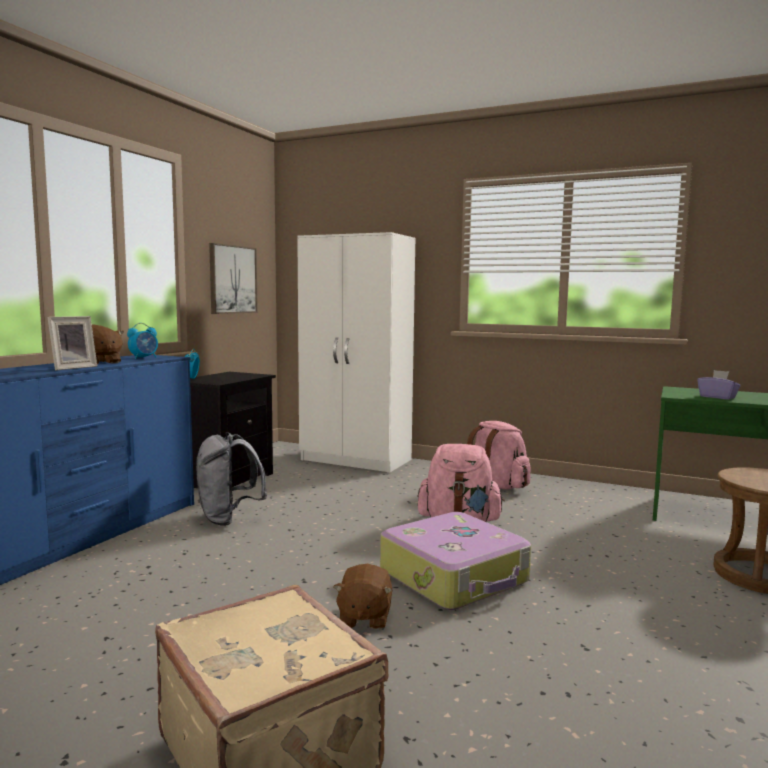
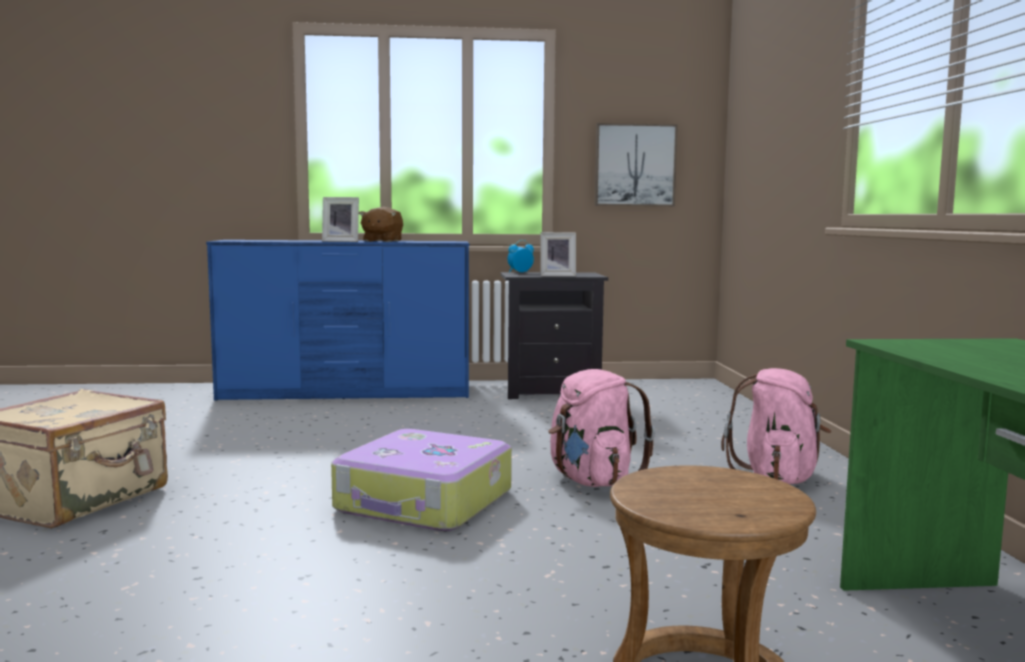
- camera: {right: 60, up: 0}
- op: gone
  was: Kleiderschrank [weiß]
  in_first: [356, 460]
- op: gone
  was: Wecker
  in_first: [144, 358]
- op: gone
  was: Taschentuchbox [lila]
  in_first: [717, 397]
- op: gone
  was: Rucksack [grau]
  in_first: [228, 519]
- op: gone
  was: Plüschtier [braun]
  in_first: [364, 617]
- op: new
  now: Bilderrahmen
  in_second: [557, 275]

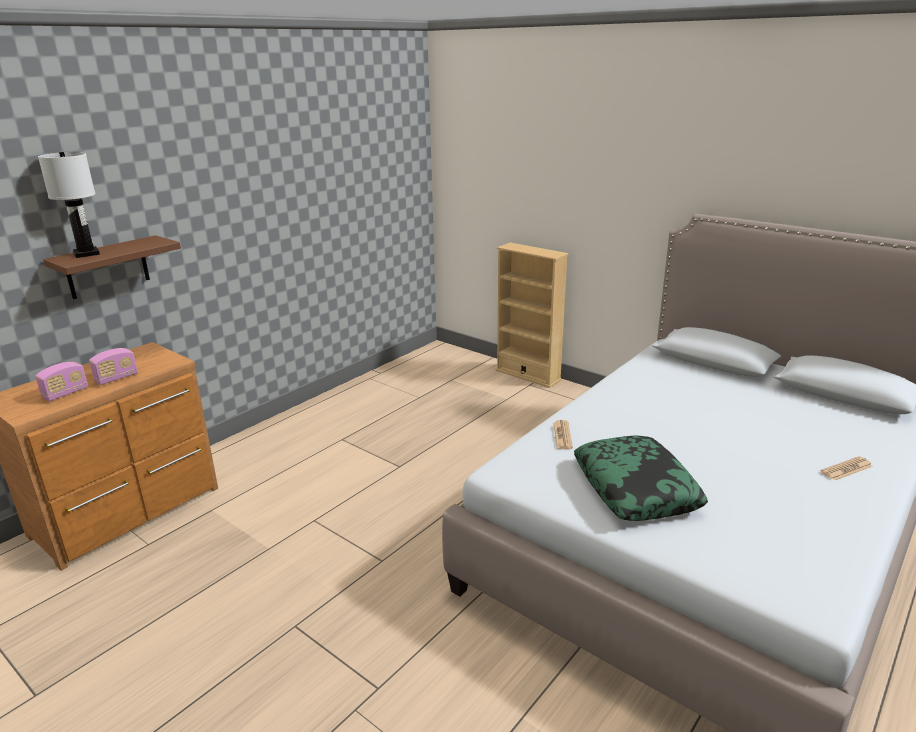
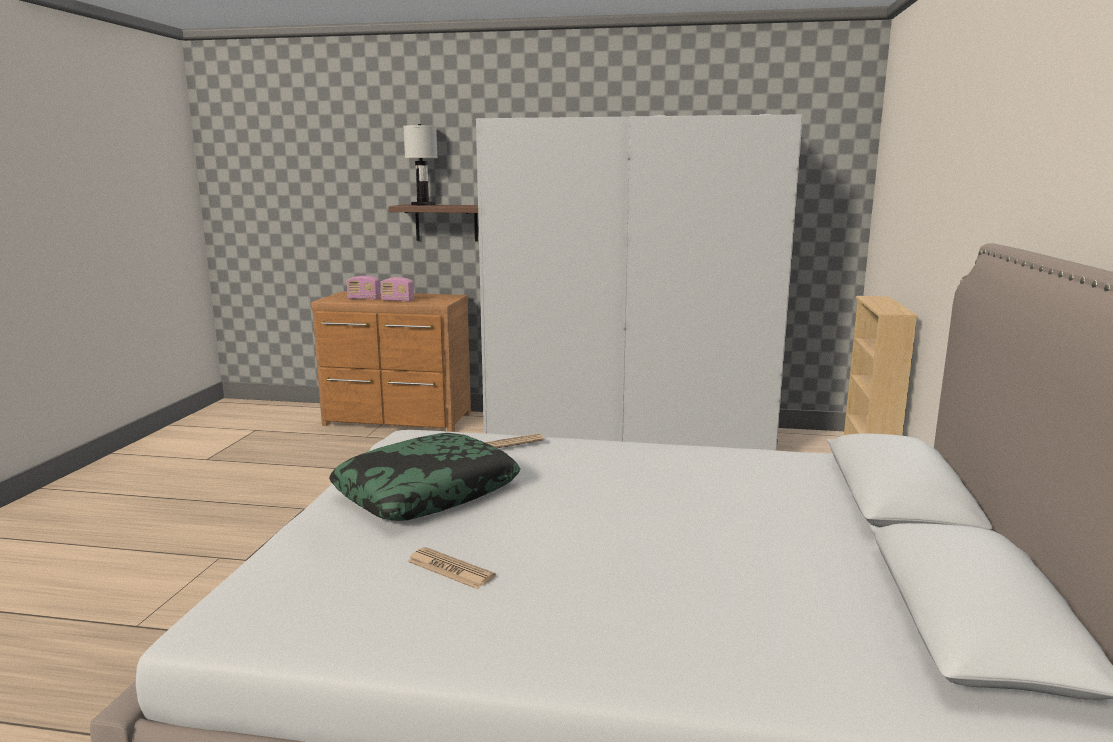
- camera: {right: 60, up: -10}
- op: shifted
  was: Zeitung
  in_first: [846, 469]
  in_second: [450, 569]
- op: new
  now: Kleiderschrank [weiß]
  in_second: [629, 437]

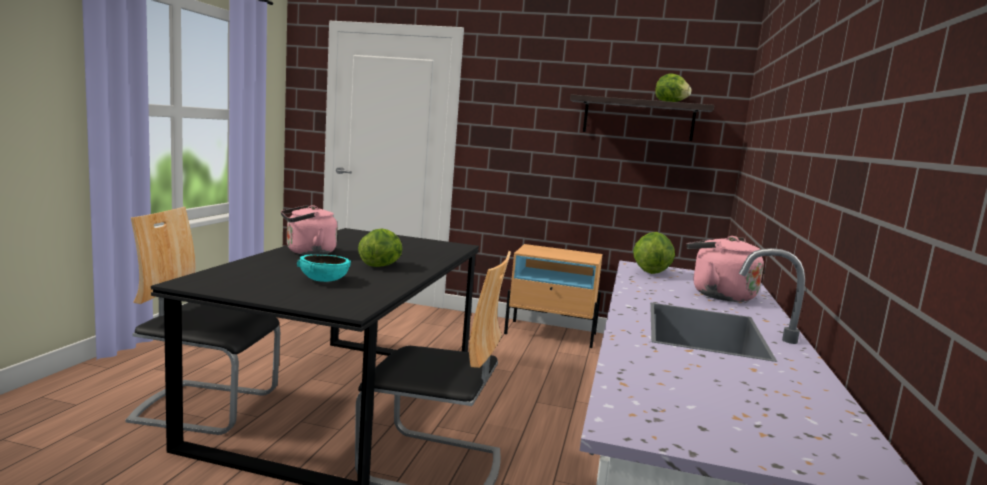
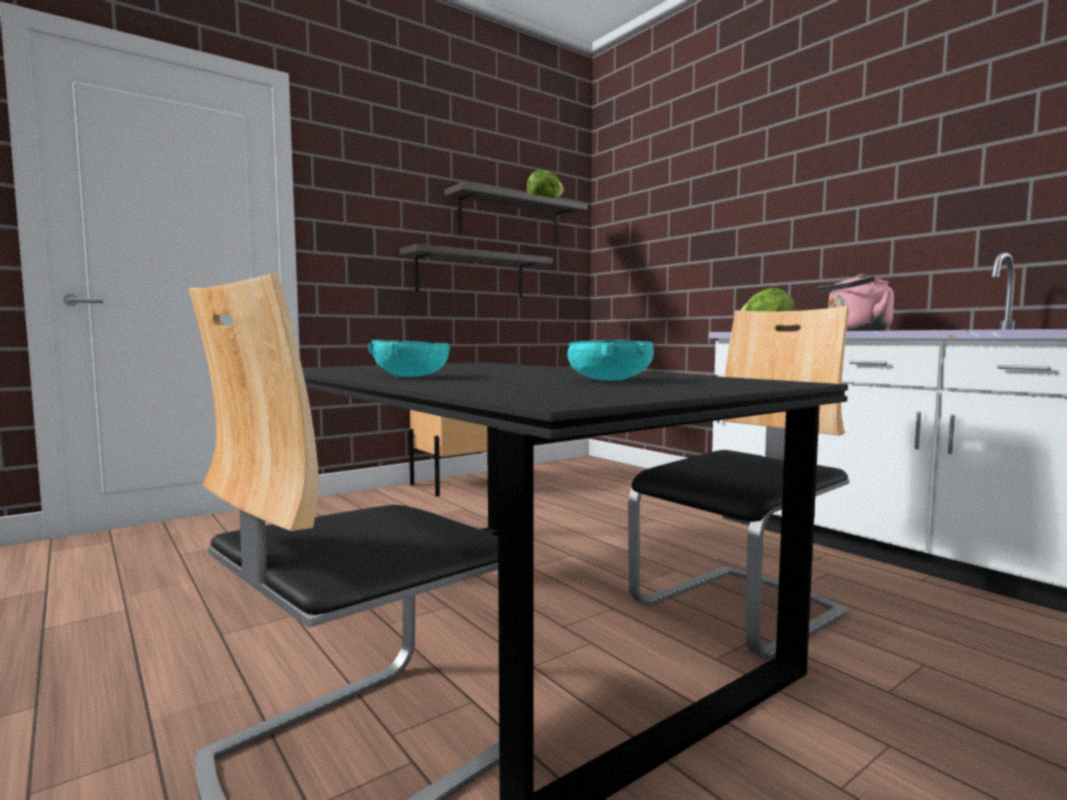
- camera: {right: -50, up: -5}
- op: swapped
  was: Wasserkessel [rosa]
  now: Schüssel [türkis]
  in_first: [308, 252]
  in_second: [410, 376]
- op: gone
  was: Salatkopf
  in_first: [381, 266]
- op: new
  now: Wandregal
  in_second: [471, 275]

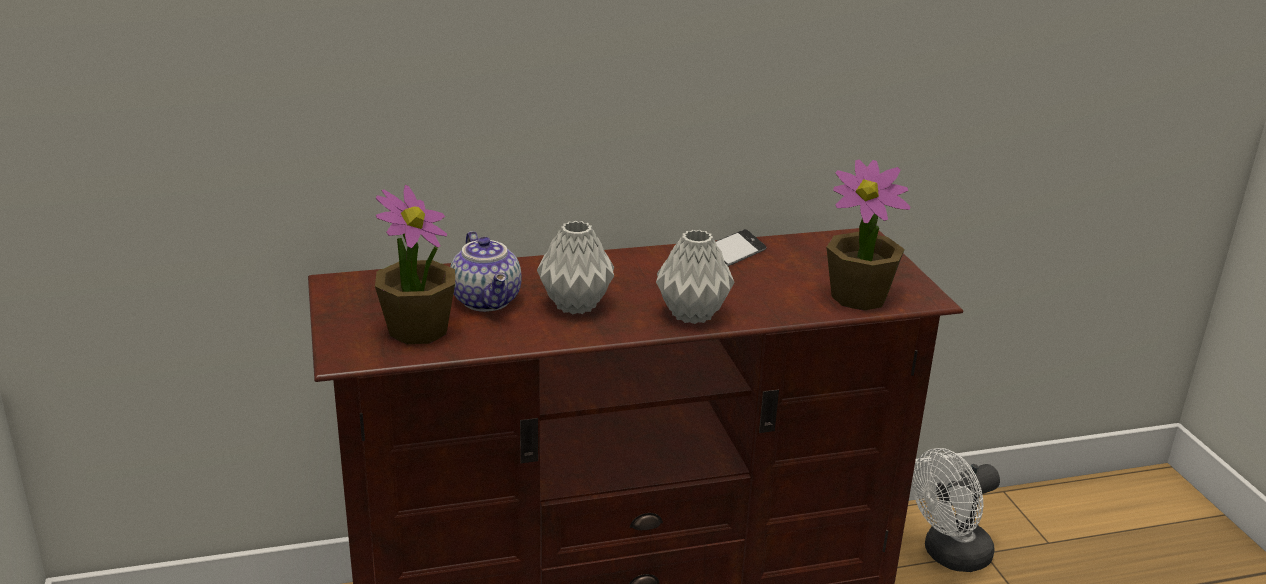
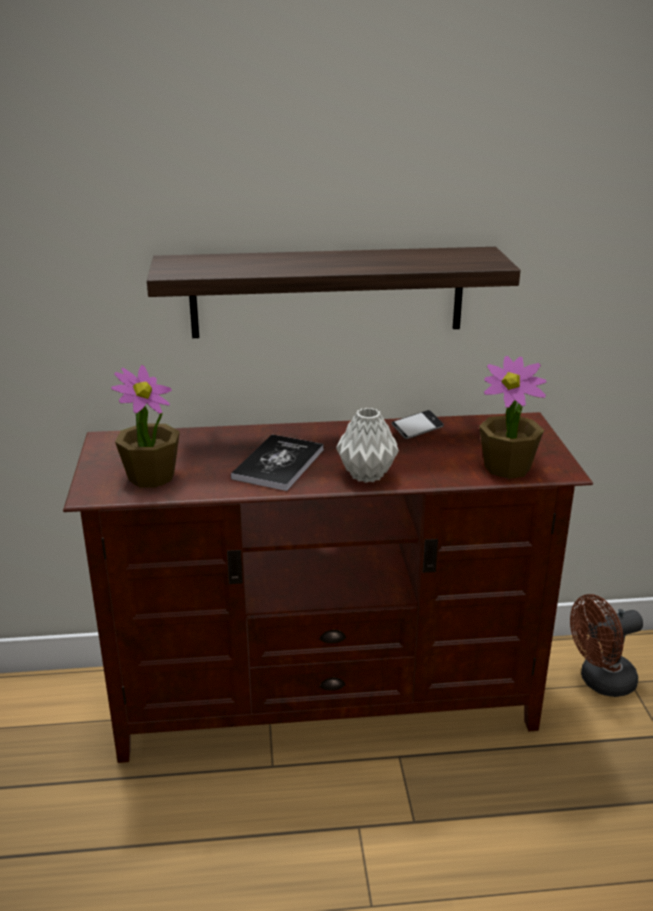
- camera: {right: 10, up: 0}
- op: swapped
  was: Vase [grau]
  now: Buch
  in_first: [577, 306]
  in_second: [278, 464]
- op: gone
  was: Teekanne
  in_first: [488, 301]
- op: repainted
  was: Ventilator [weiß]
  now: Ventilator [braun]
  in_first: [949, 555]
  in_second: [600, 682]
- op: new
  now: Wandregal
  in_second: [327, 292]

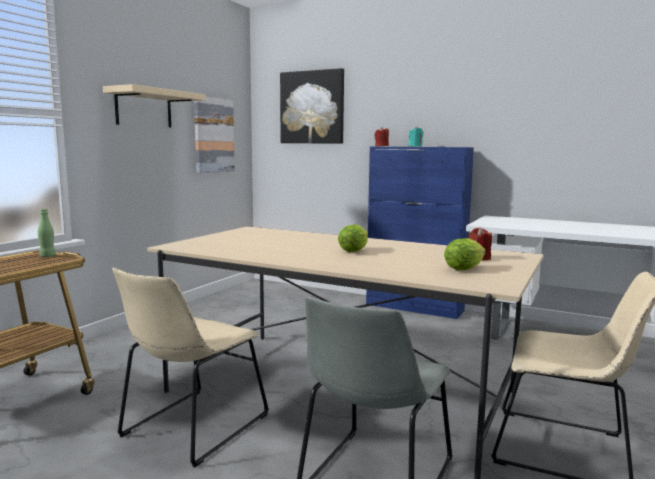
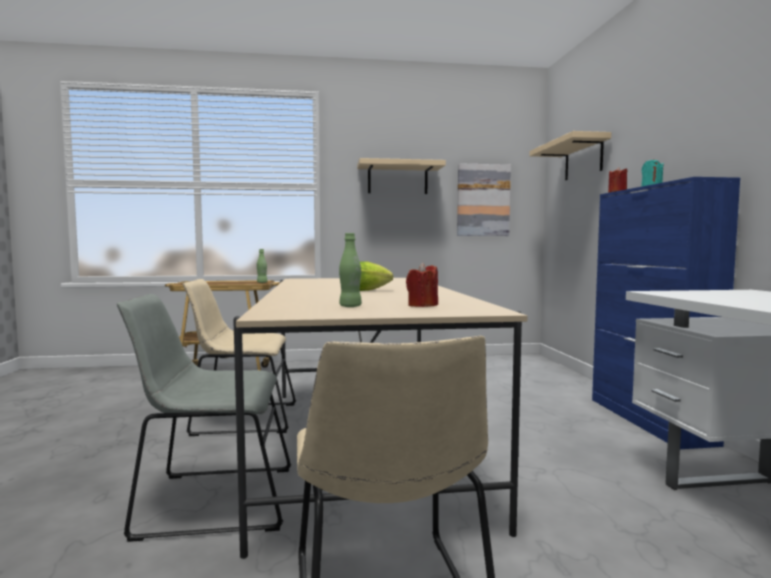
- camera: {right: 55, up: -5}
- op: swapped
  was: Bild
  now: Wandregal [beige]
  in_first: [312, 107]
  in_second: [583, 159]
- op: swapped
  was: Salatkopf
  now: Flasche [grün]
  in_first: [466, 268]
  in_second: [350, 306]

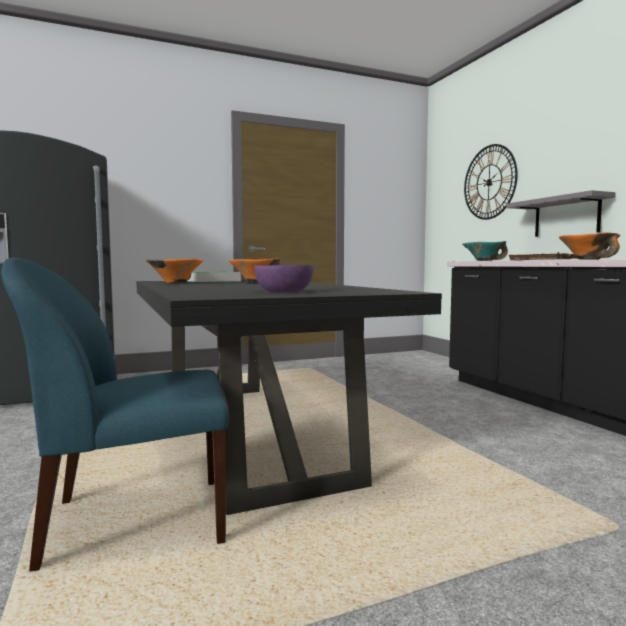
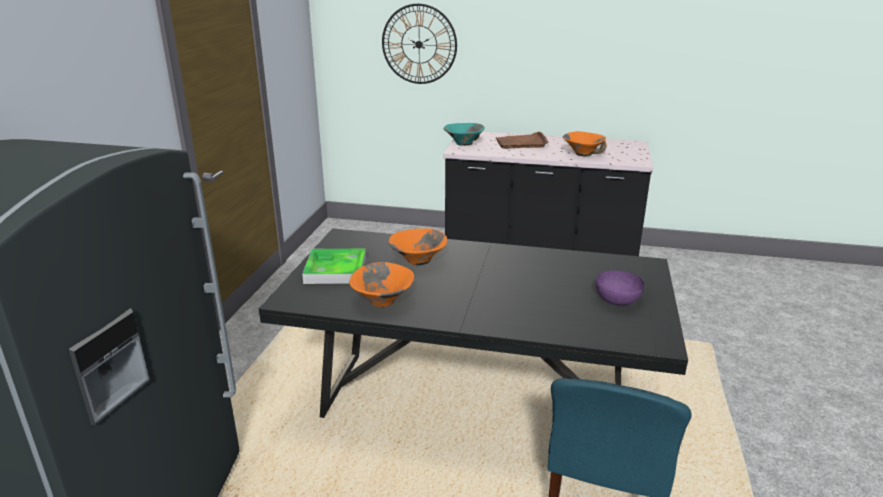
- camera: {right: -55, up: 20}
- op: gone
  was: Wandregal [grau]
  in_first: [566, 216]

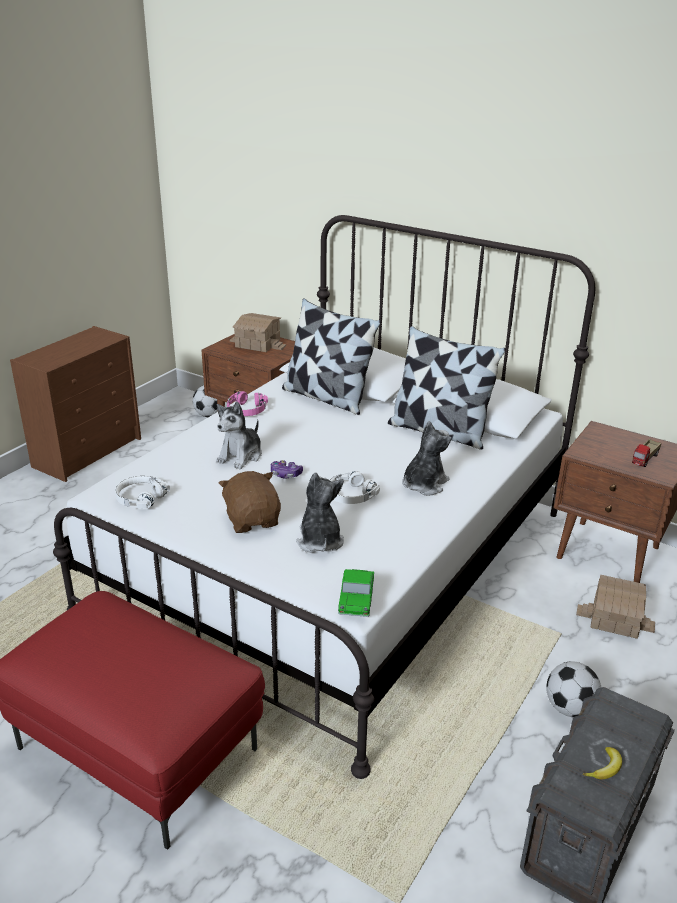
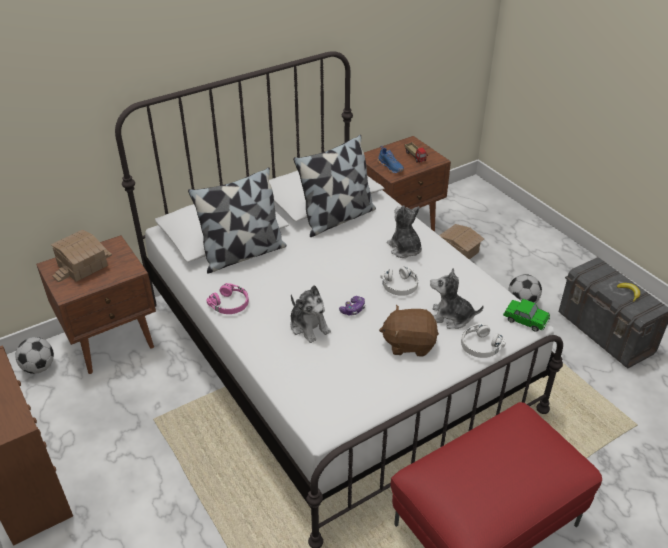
- camera: {right: -65, up: 10}
- op: shifted
  was: Kopfhörer [weiß]
  in_first: [140, 498]
  in_second: [480, 346]
- op: new
  now: Schuh [blau]
  in_second: [391, 167]

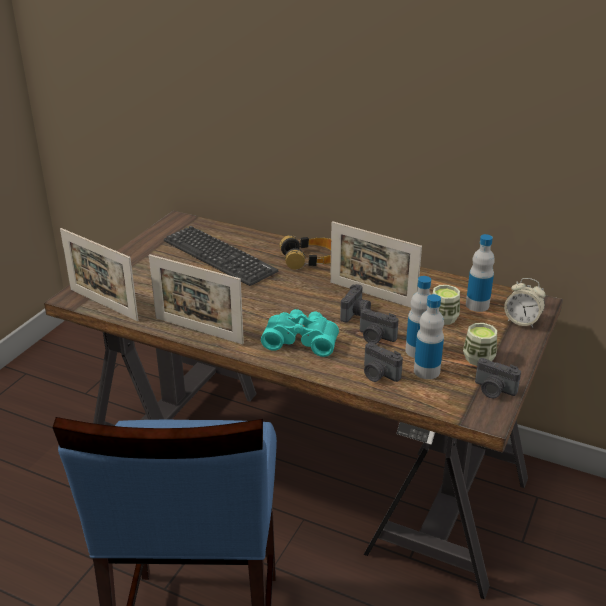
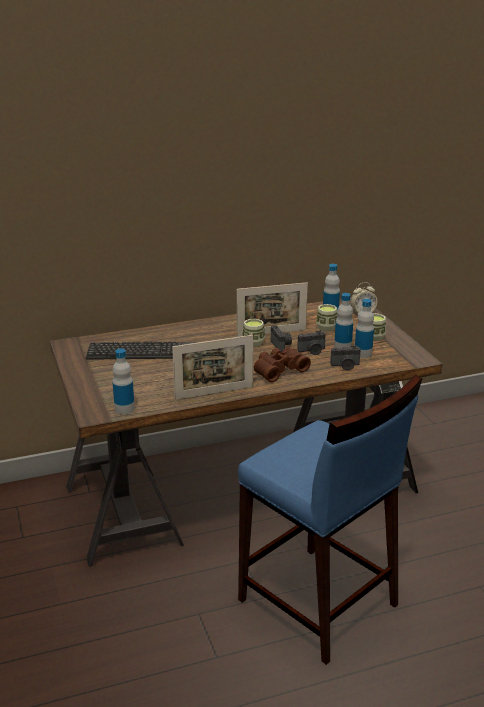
- camera: {right: -45, up: -5}
- op: swapped
  was: Bilderrahmen
  now: Flasche
  in_first: [103, 304]
  in_second: [124, 409]
- op: gone
  was: Kopfhörer
  in_first: [310, 259]
- op: repainted
  was: Fernglas [türkis]
  now: Fernglas [braun]
  in_first: [301, 340]
  in_second: [278, 370]
- op: gone
  was: Kamera
  in_first: [493, 390]
- op: new
  now: Tasse
  in_second: [253, 343]

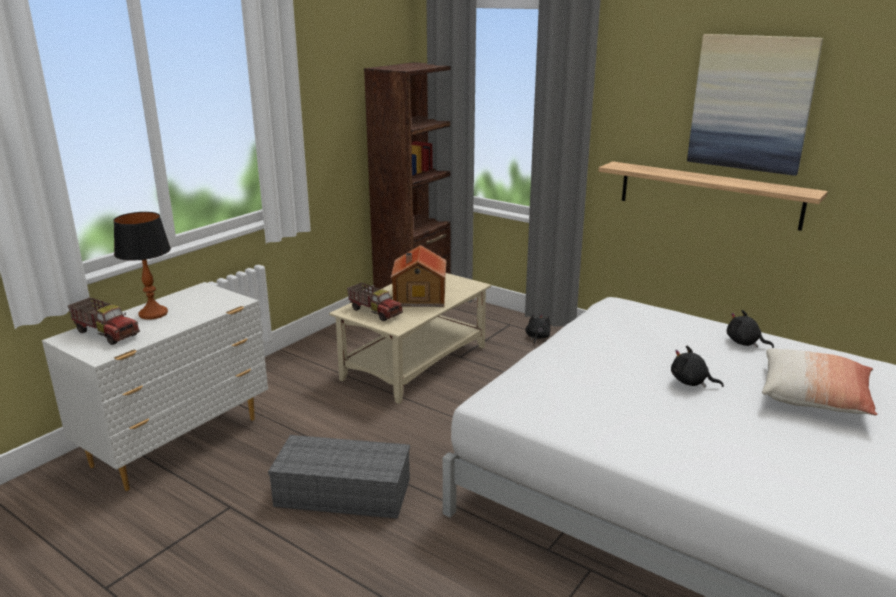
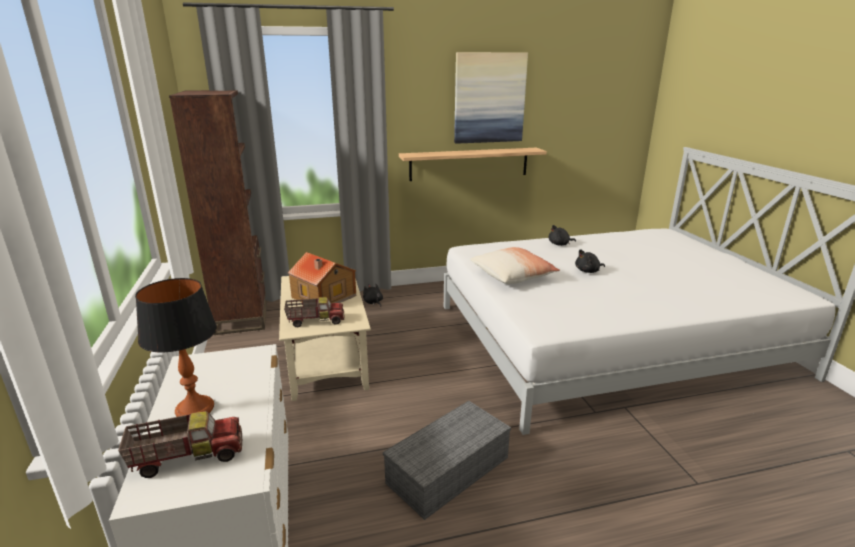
- camera: {right: -50, up: 0}
- op: shifted
  was: Kissen
  in_first: [814, 397]
  in_second: [513, 276]

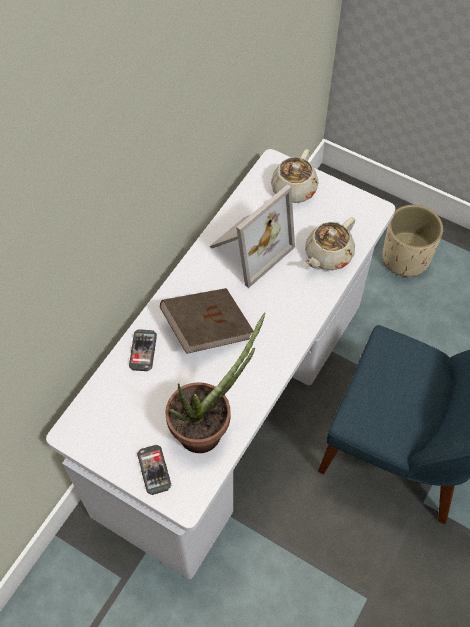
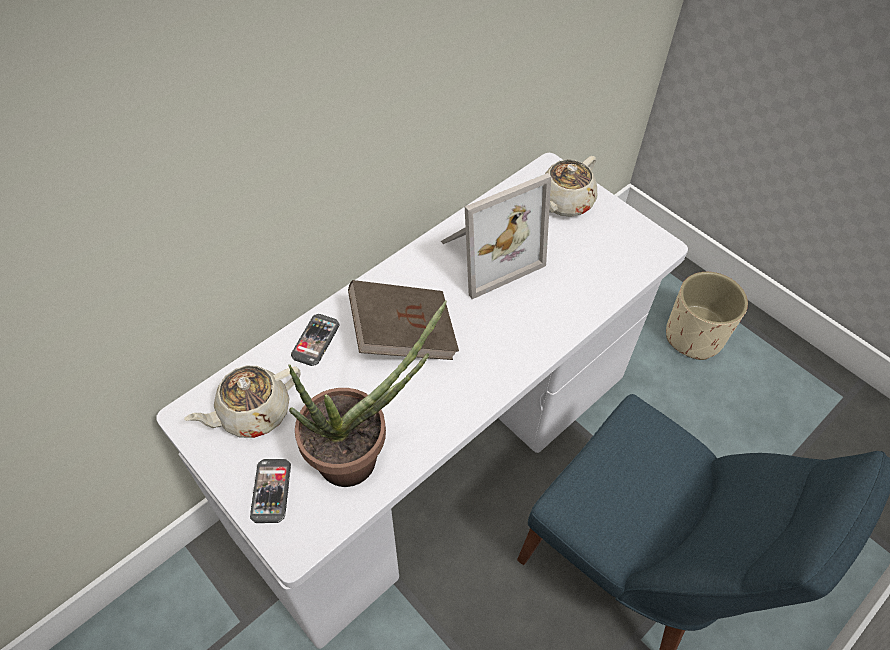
- camera: {right: 15, up: -5}
- op: shifted
  was: Teekanne [beige]
  in_first: [327, 255]
  in_second: [253, 412]

